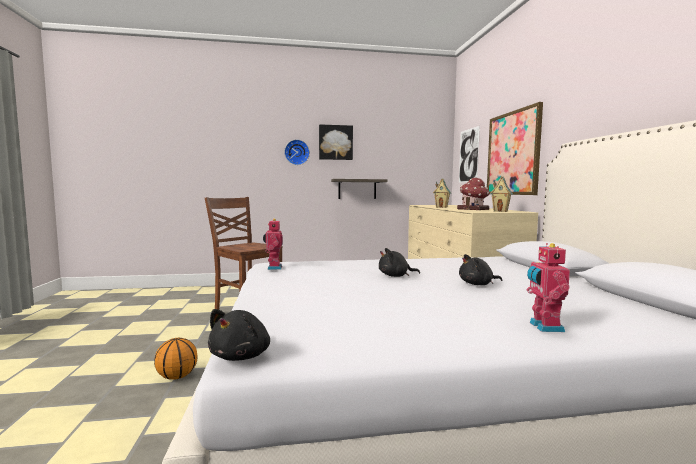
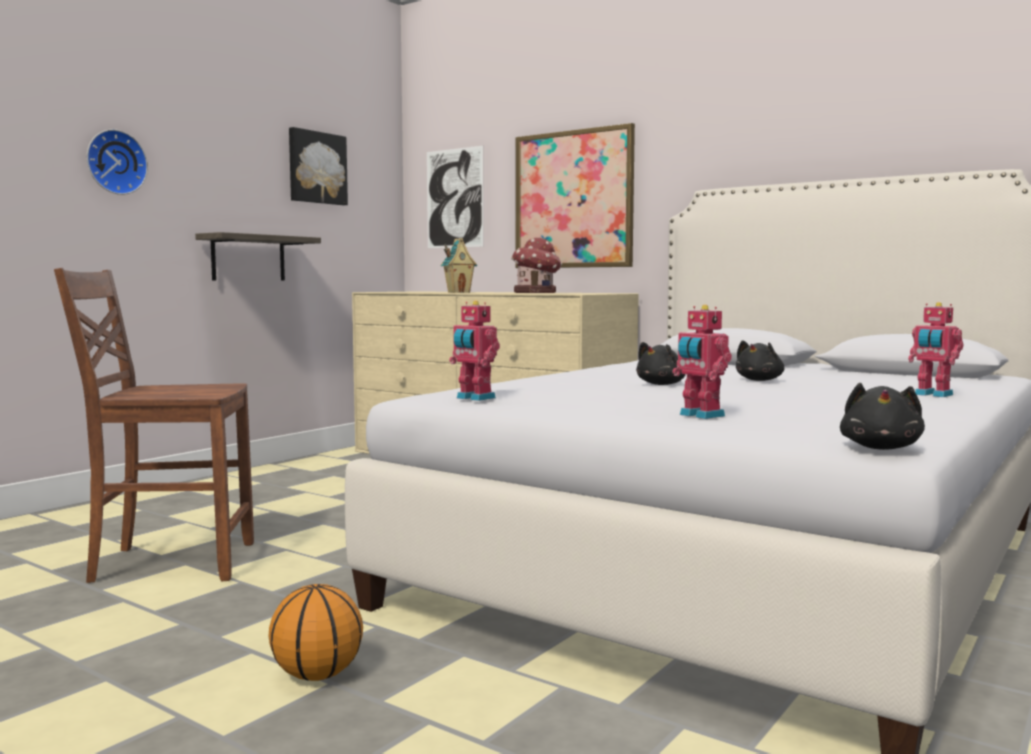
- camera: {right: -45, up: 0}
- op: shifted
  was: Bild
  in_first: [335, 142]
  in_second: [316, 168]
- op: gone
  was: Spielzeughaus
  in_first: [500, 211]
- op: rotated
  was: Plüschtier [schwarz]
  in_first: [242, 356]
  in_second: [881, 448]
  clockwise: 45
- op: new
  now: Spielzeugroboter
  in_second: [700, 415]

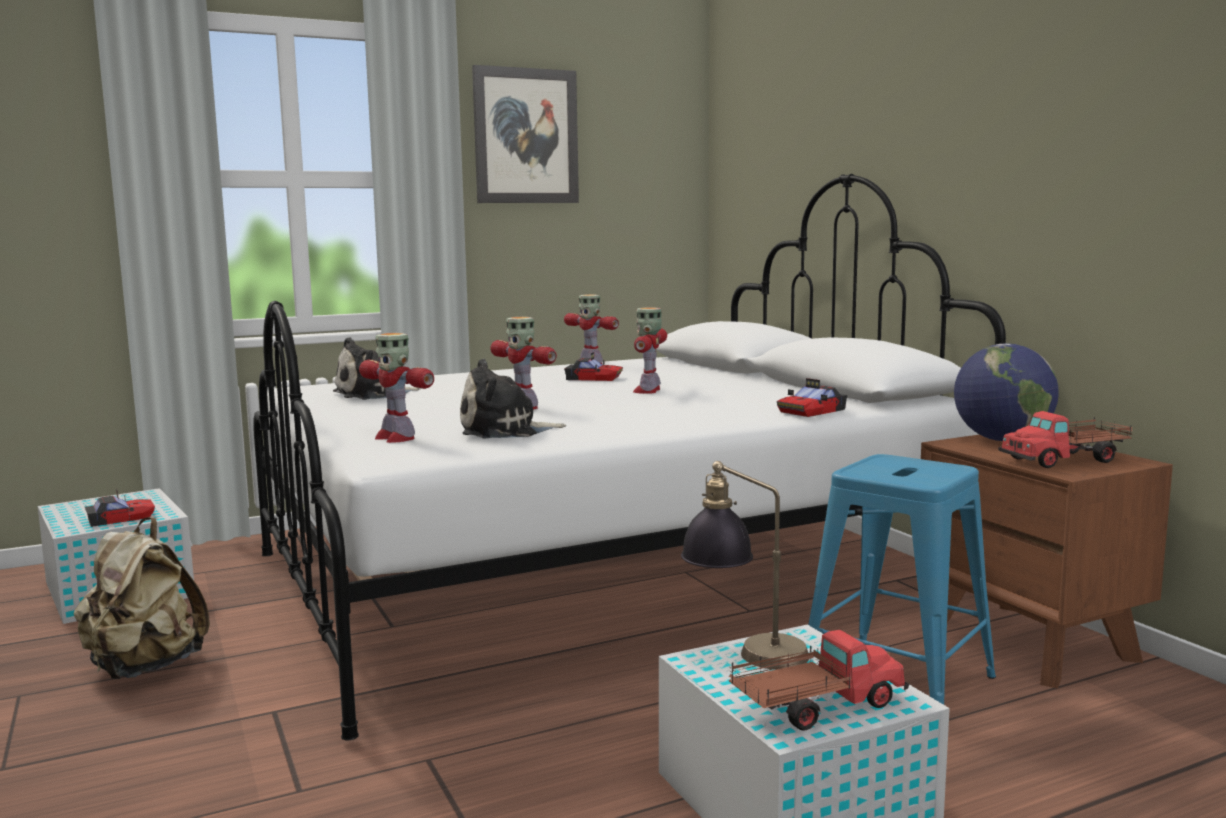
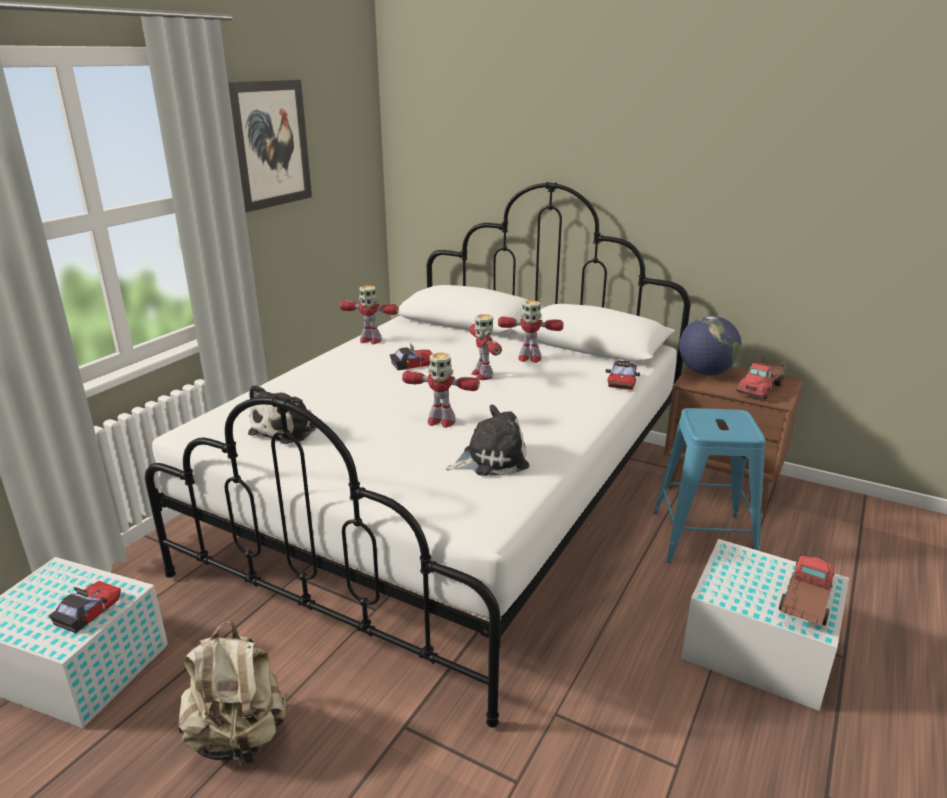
- camera: {right: -35, up: 15}
- op: shifted
  was: Spielzeugroboter
  in_first: [395, 438]
  in_second: [529, 358]
- op: rotated
  was: Plüschtier
  in_first: [504, 431]
  in_second: [491, 459]
  clockwise: -150
- op: gone
  was: Tischlampe
  in_first: [745, 656]

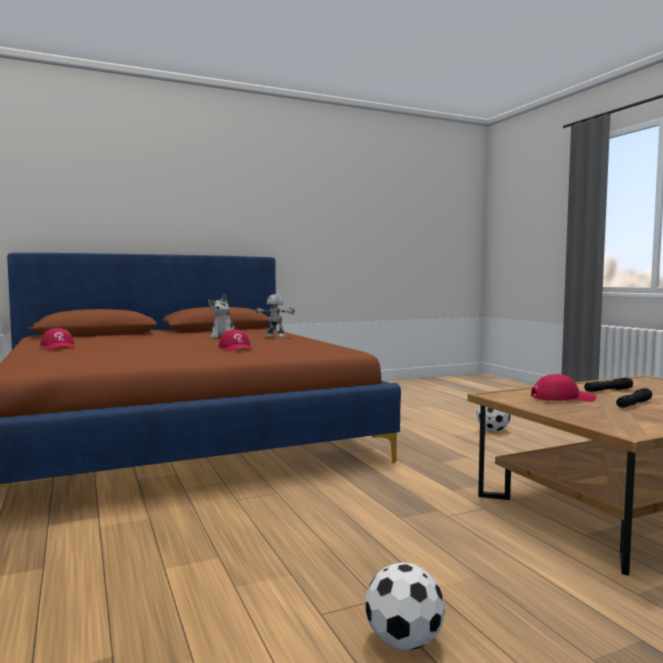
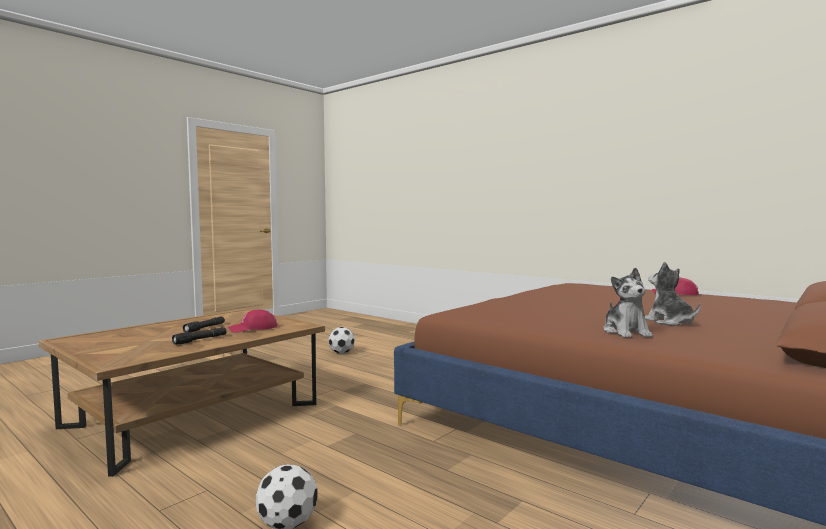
- camera: {right: 155, up: 0}
- op: swapped
  was: Spielzeugroboter
  now: Plüschtier
  in_first: [275, 336]
  in_second: [626, 332]
- op: gone
  was: Kappe [rot]
  in_first: [236, 348]

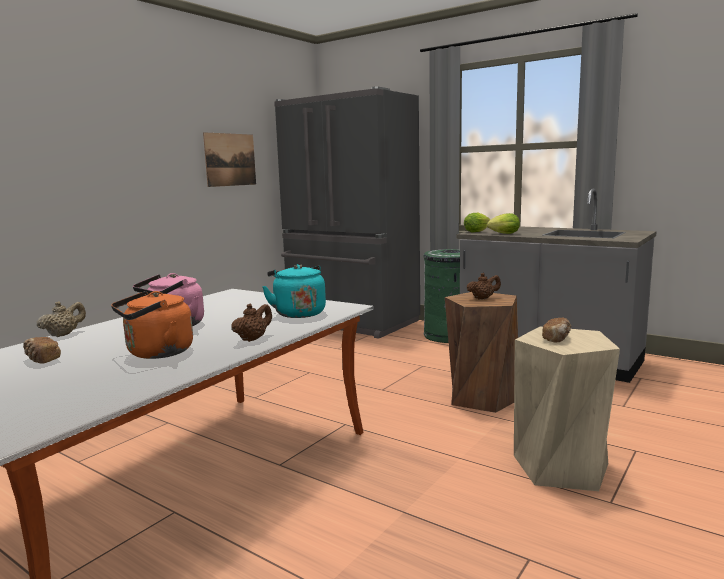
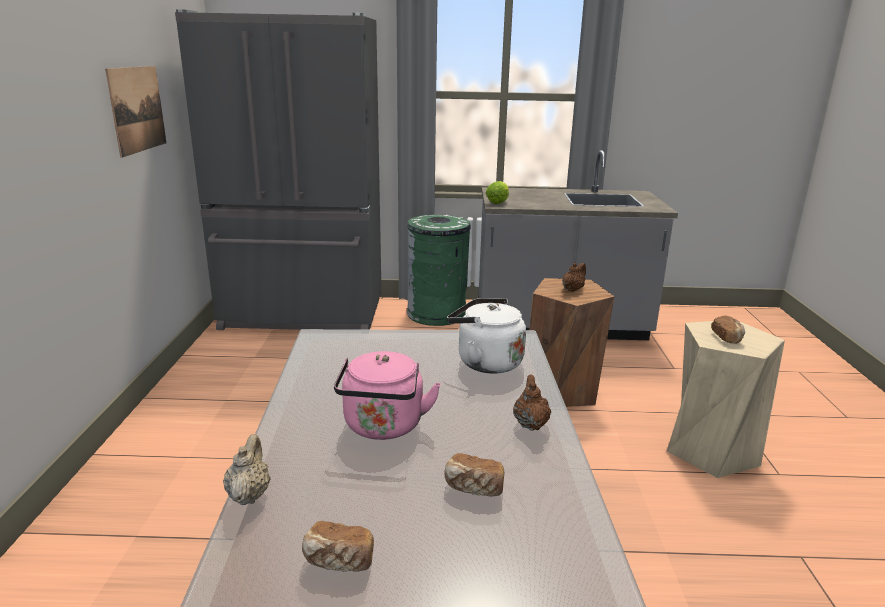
- camera: {right: -35, up: 10}
- op: gone
  was: Salatkopf
  in_first: [502, 234]
- op: repainted
  was: Wasserkessel [türkis]
  now: Wasserkessel [weiß]
  in_first: [298, 313]
  in_second: [485, 362]
- op: swapped
  was: Wasserkessel [orange]
  now: Brot
  in_first: [156, 353]
  in_second: [474, 488]

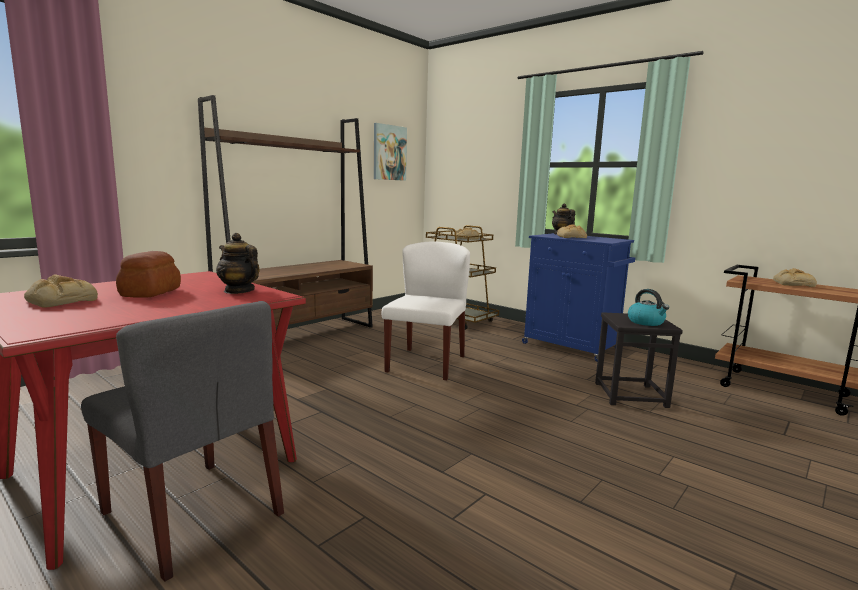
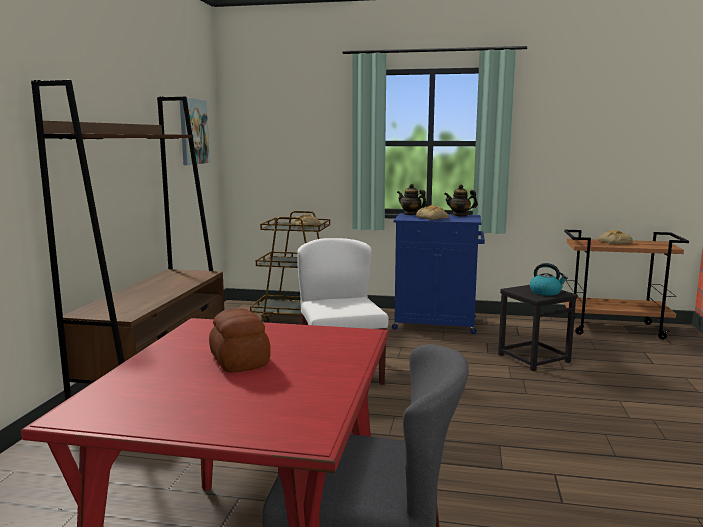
- camera: {right: -30, up: 0}
- op: shifted
  was: Teekanne
  in_first: [239, 291]
  in_second: [460, 215]
- op: gone
  was: Brot
  in_first: [60, 301]

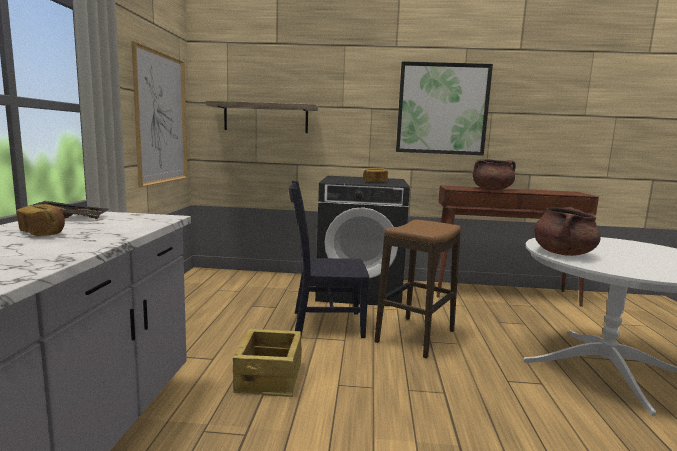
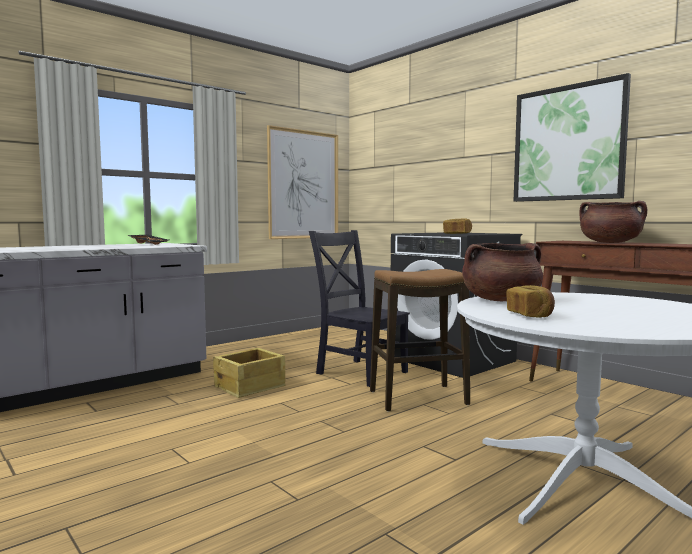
- camera: {right: 45, up: -5}
- op: gone
  was: Wandregal
  in_first: [266, 118]
- op: shifted
  was: Brot
  in_first: [43, 233]
  in_second: [530, 315]

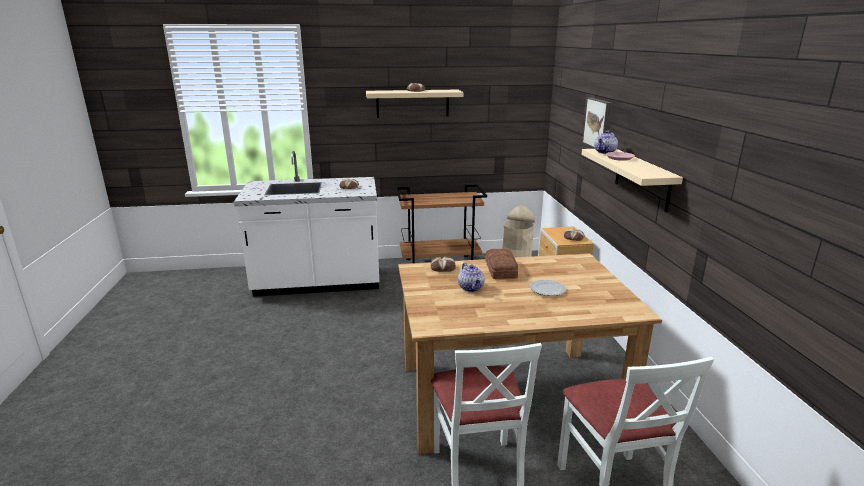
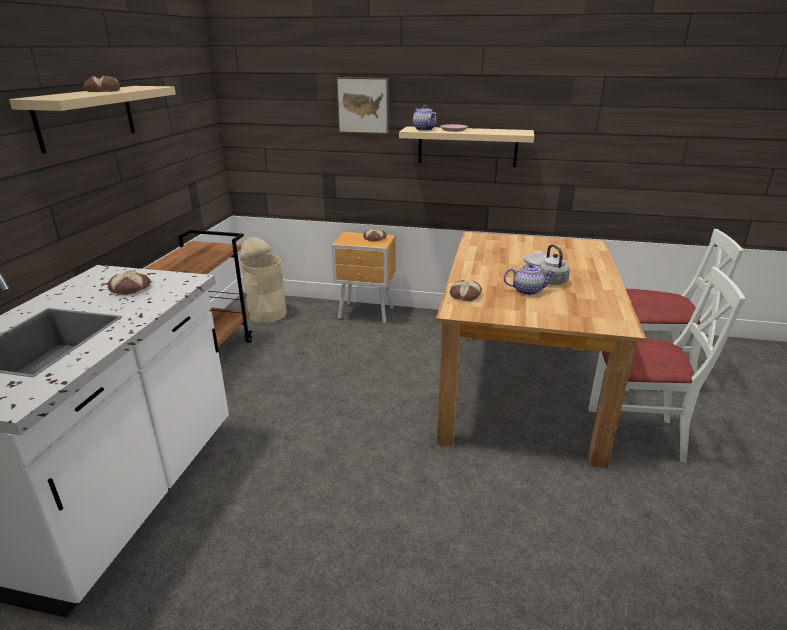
- camera: {right: -70, up: 5}
- op: gone
  was: Brot
  in_first: [500, 269]
- op: new
  now: Wasserkessel [grau]
  in_second: [553, 282]

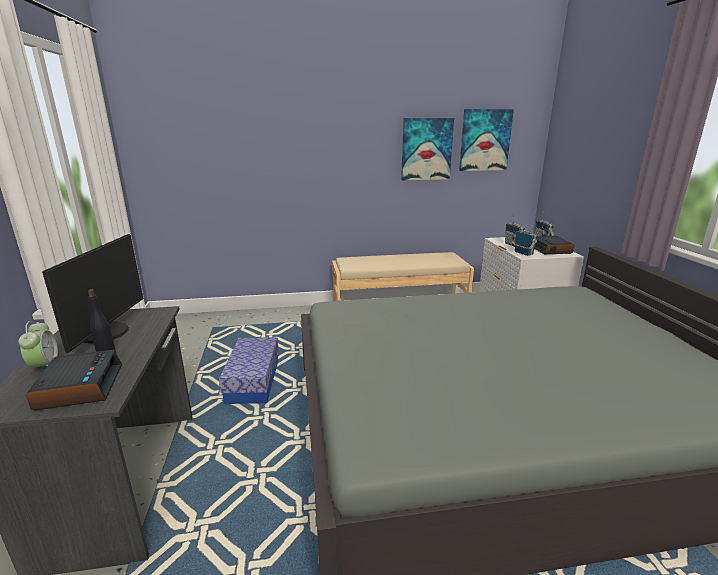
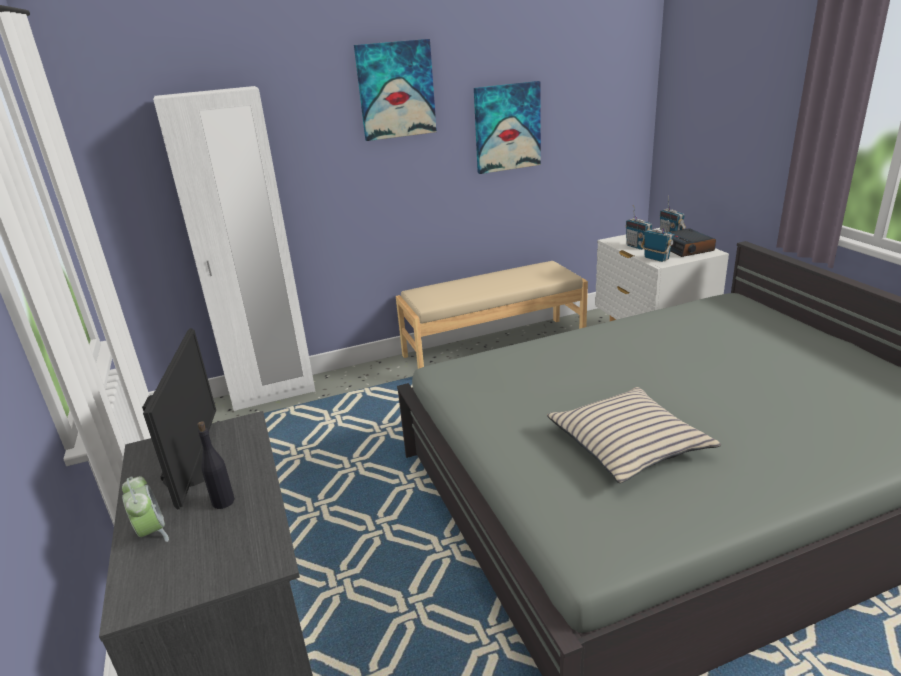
- camera: {right: -10, up: 5}
- op: shifted
  was: Bild
  in_first: [484, 140]
  in_second: [396, 90]
- op: gone
  was: Aufbewahrungsbox
  in_first: [253, 381]
- op: gone
  was: Wecker
  in_first: [79, 387]
- op: new
  now: Kleiderschrank [weiß]
  in_second: [273, 394]
- op: new
  now: Kissen [beige]
  in_second: [628, 444]

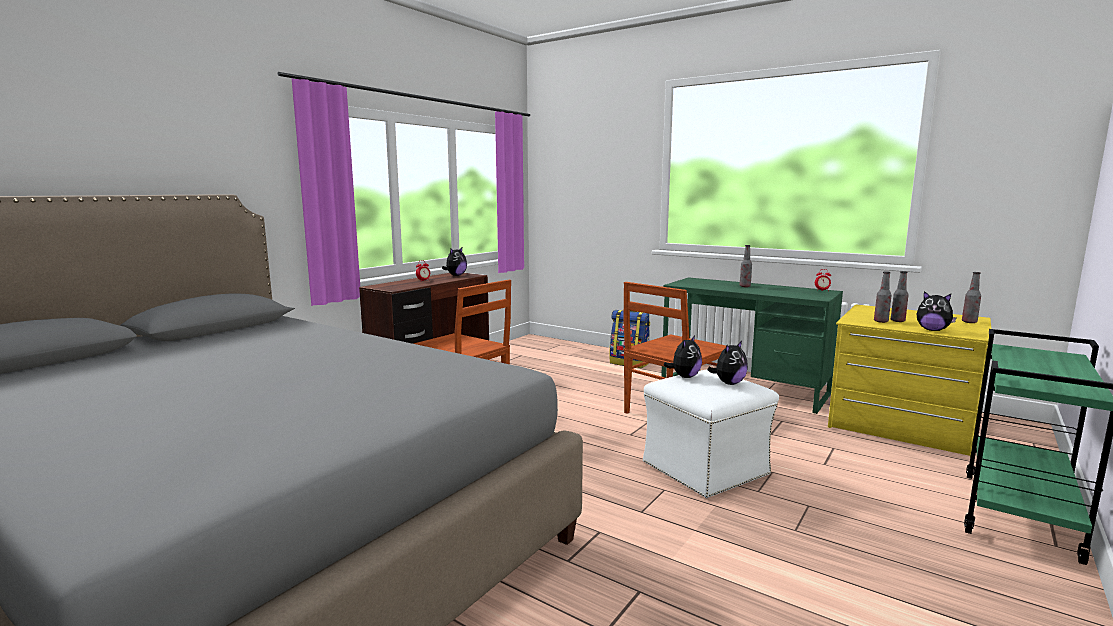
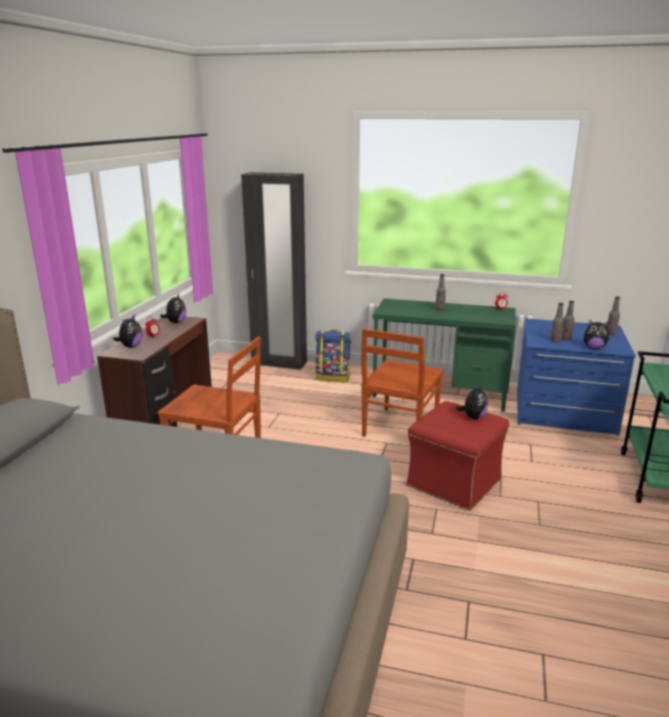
- camera: {right: -20, up: 10}
- op: repainted
  was: Kommode [gelb]
  now: Kommode [blau]
  in_first: [901, 424]
  in_second: [564, 412]
- op: shifted
  was: Plüschtier
  in_first: [684, 376]
  in_second: [130, 346]
- op: repainted
  was: Polsterhocker [weiß]
  now: Polsterhocker [rot]
  in_first: [706, 468]
  in_second: [454, 482]
- op: new
  now: Kleiderschrank [schwarz]
  in_second: [279, 363]

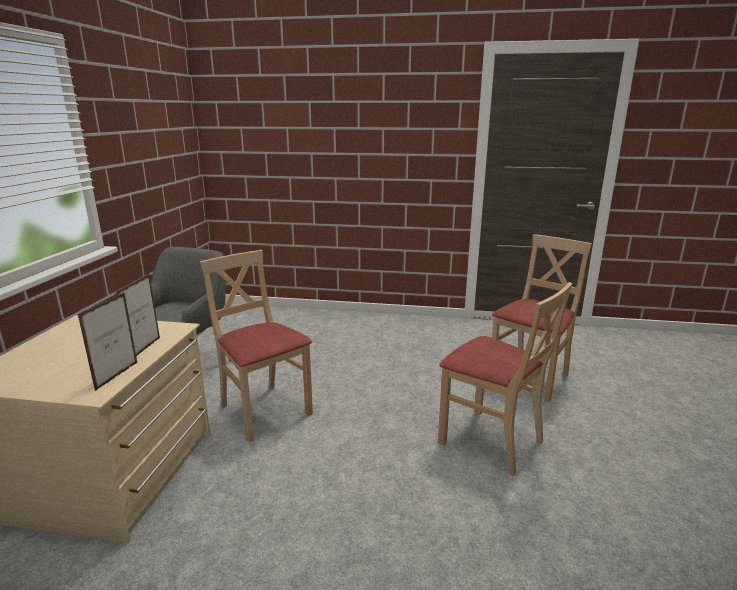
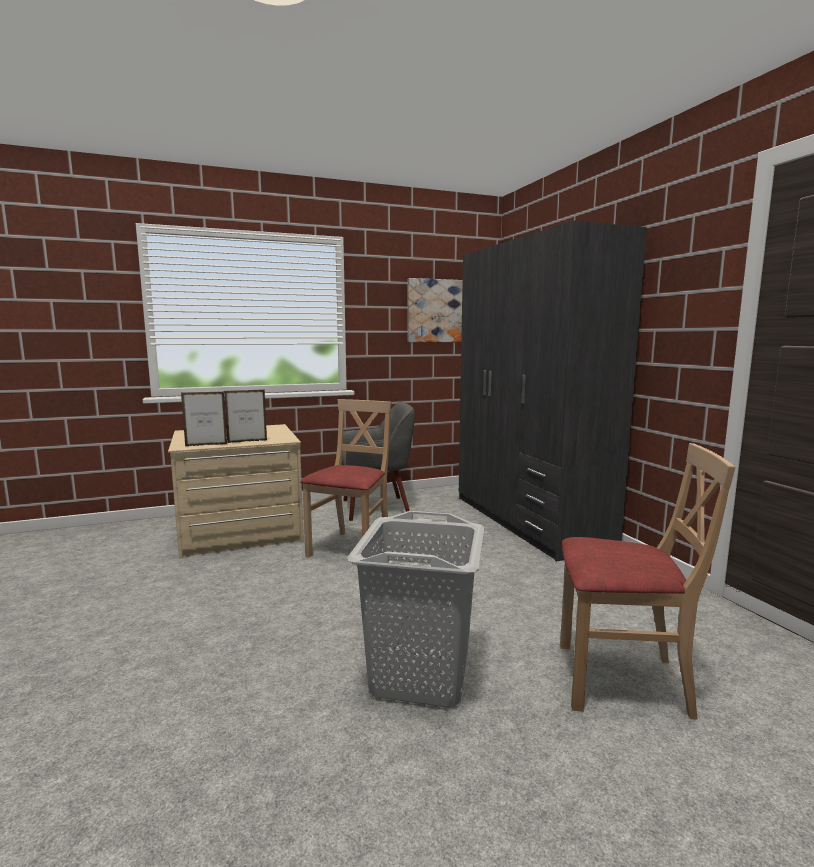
- camera: {right: 60, up: -10}
- op: swapped
  was: Stuhl [beige]
  now: Wäschekorb [grau]
  in_first: [491, 441]
  in_second: [419, 676]
- op: new
  now: Kleiderschrank [grau]
  in_second: [528, 521]
- op: new
  now: Bild
  in_second: [435, 311]

